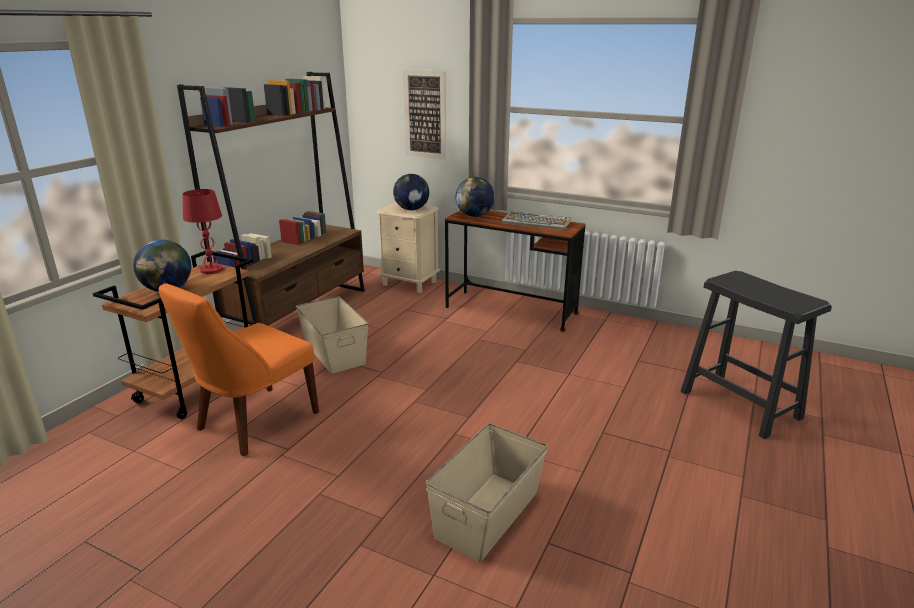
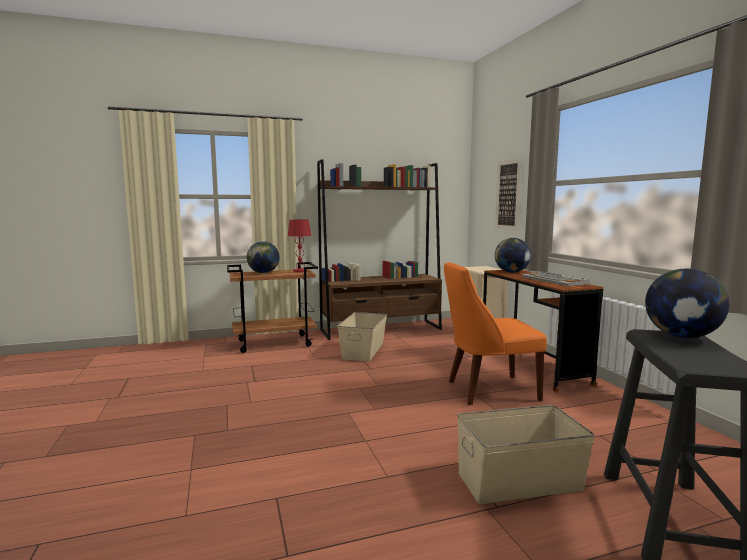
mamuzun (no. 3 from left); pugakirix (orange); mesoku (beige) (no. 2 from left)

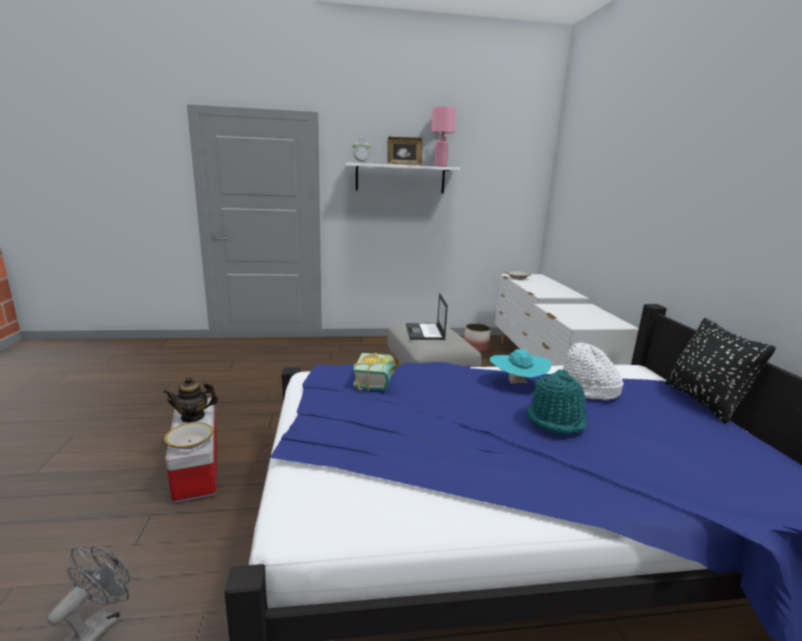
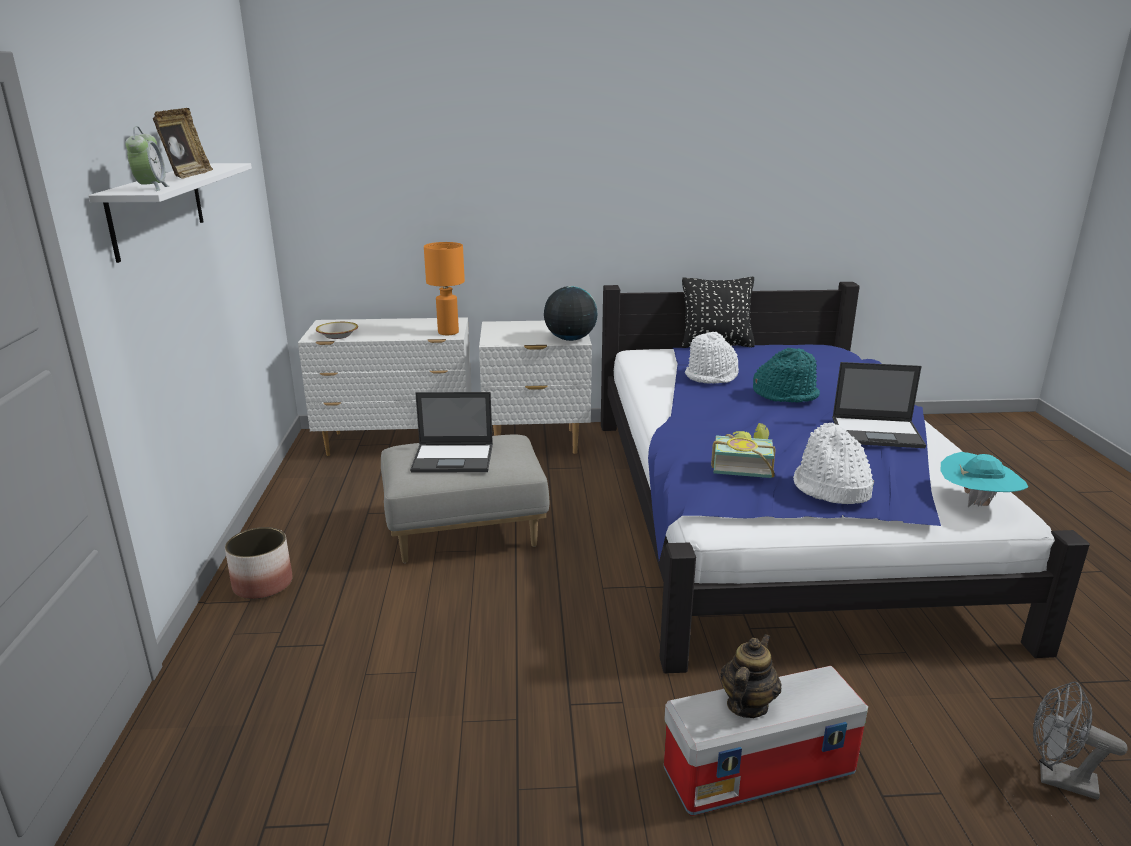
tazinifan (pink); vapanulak; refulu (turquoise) (no. 2 from left); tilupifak; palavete (no. 1 from left in the first image); tazinifan (orange); mamuzun; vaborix (no. 2 from left); refulu (white) (no. 2 from left)

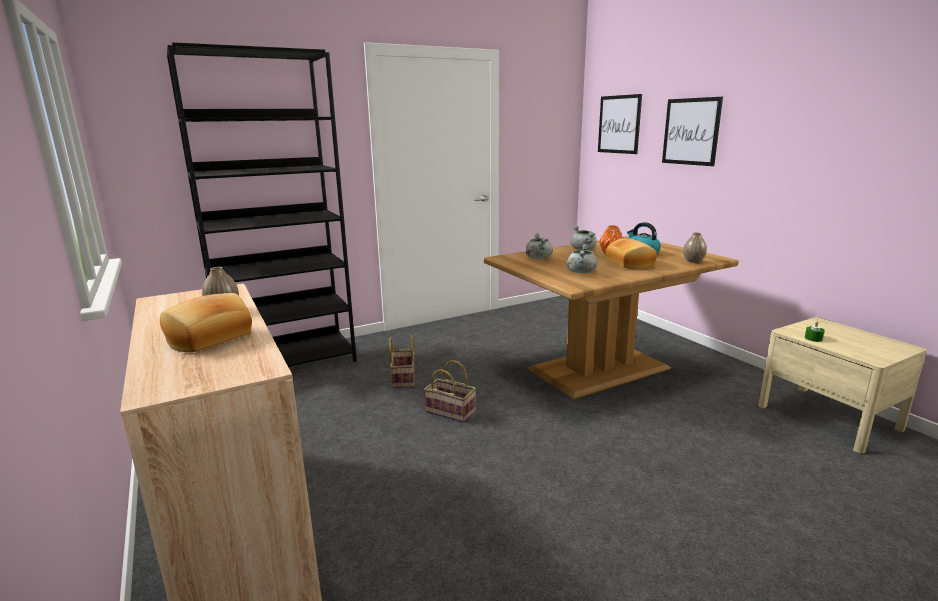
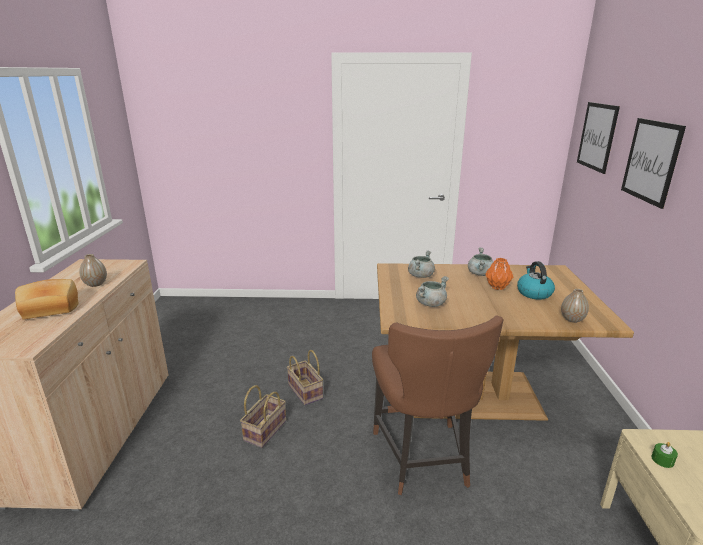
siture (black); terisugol (no. 2 from left in the first image); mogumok (no. 1 from left); pugakirix (brown)

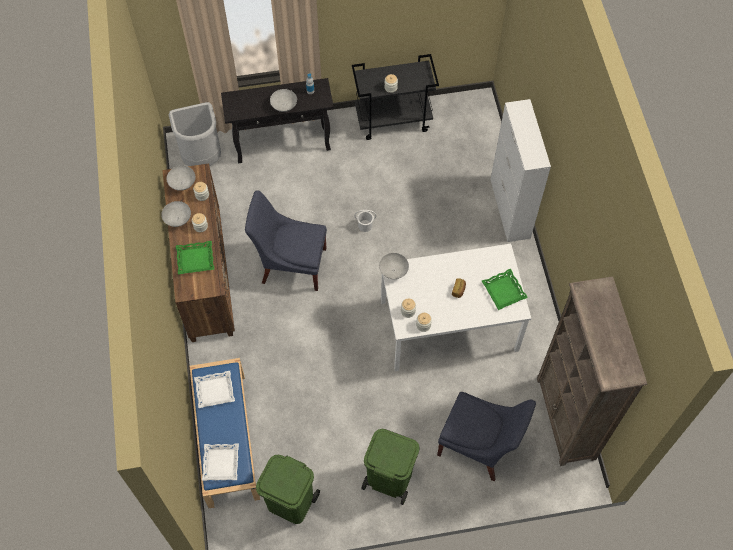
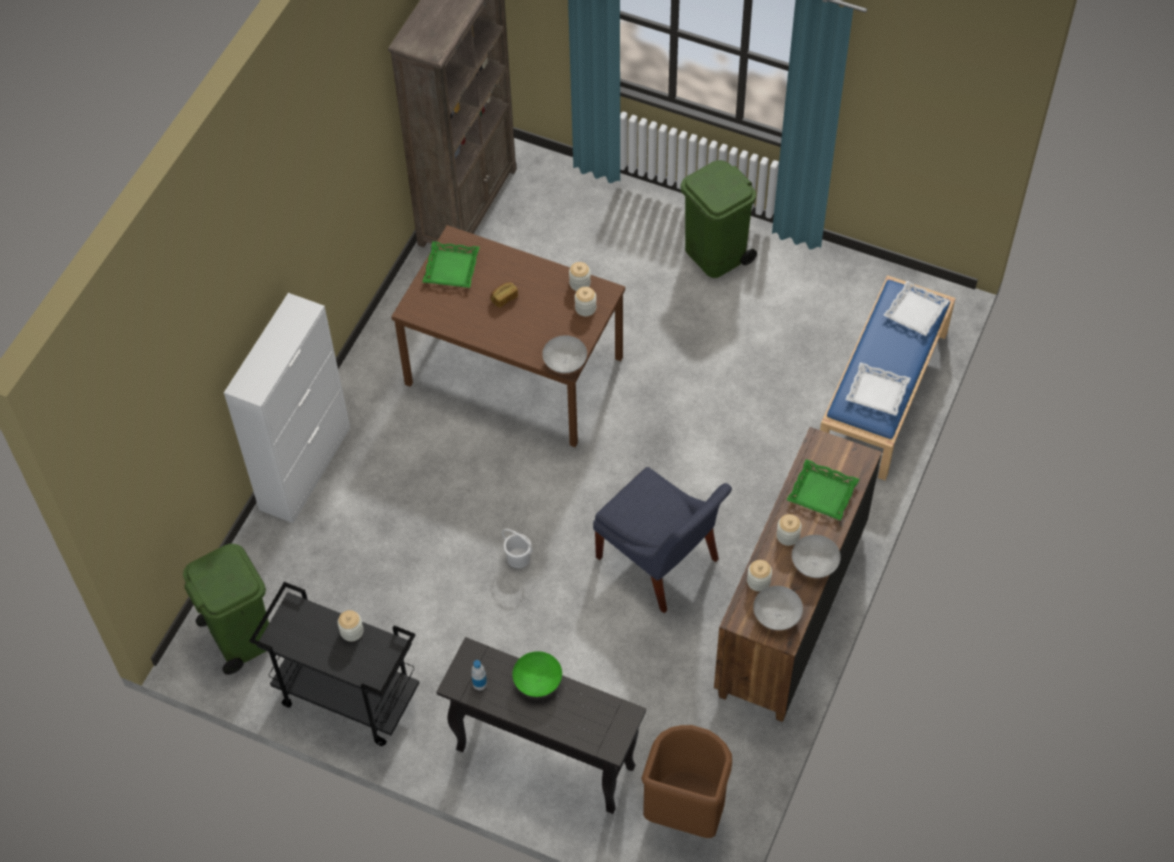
palavete (green); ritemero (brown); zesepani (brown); pugakirix (blue) (no. 2 from left in the first image); ritemero (green) (no. 1 from left)

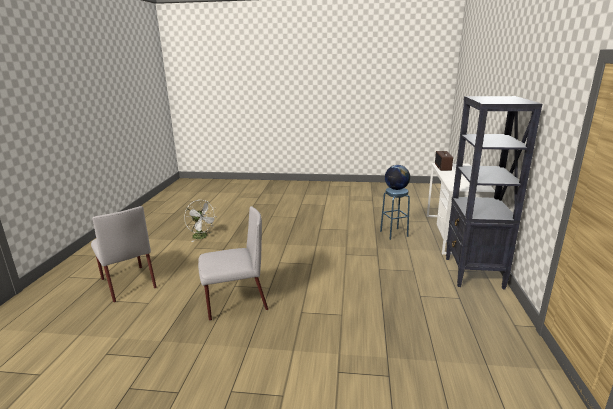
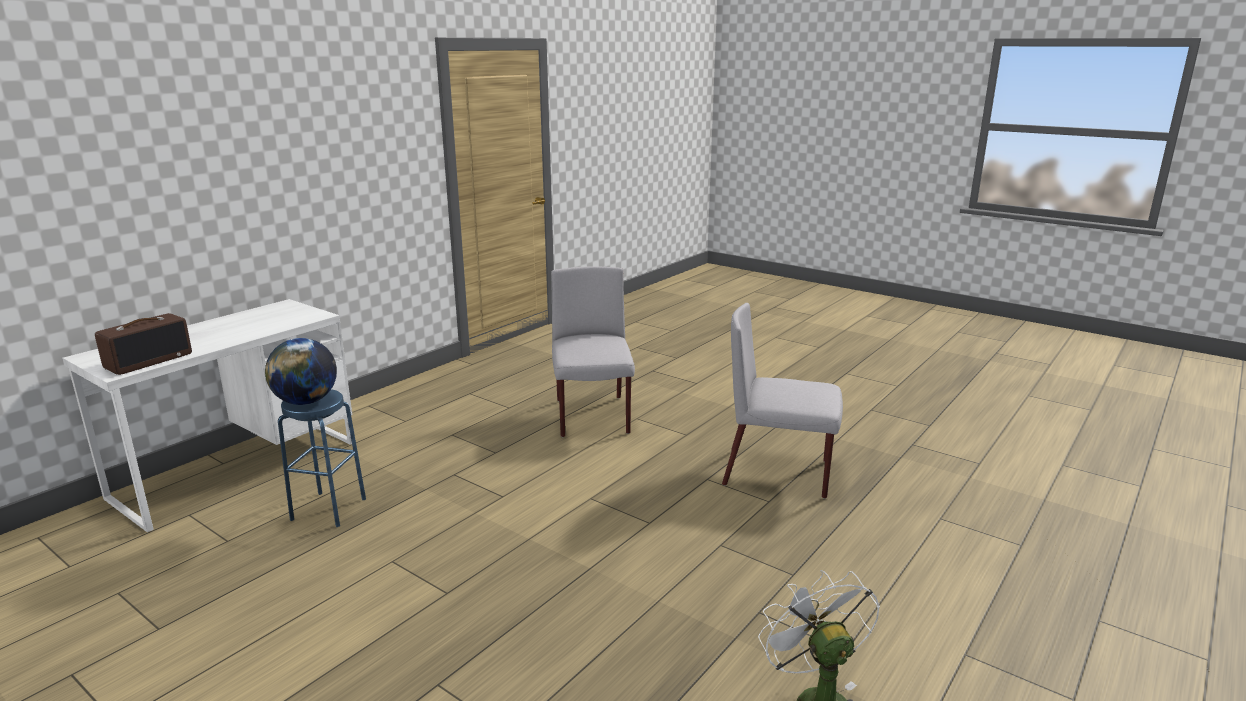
siture (black); pugakirix (grey) (no. 1 from left)

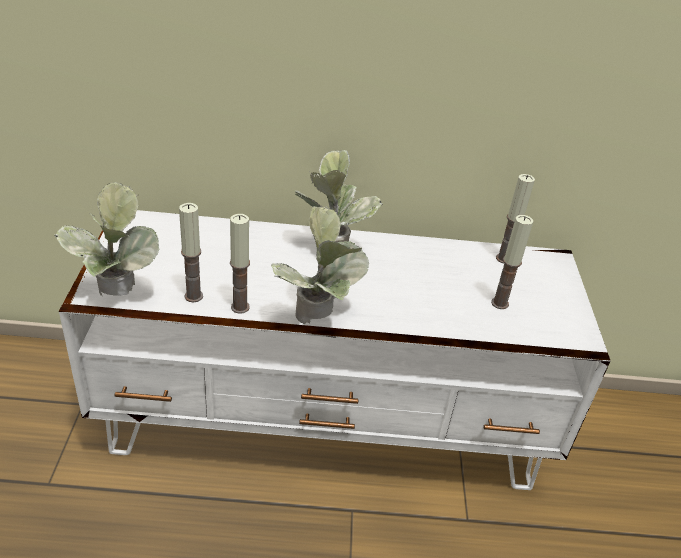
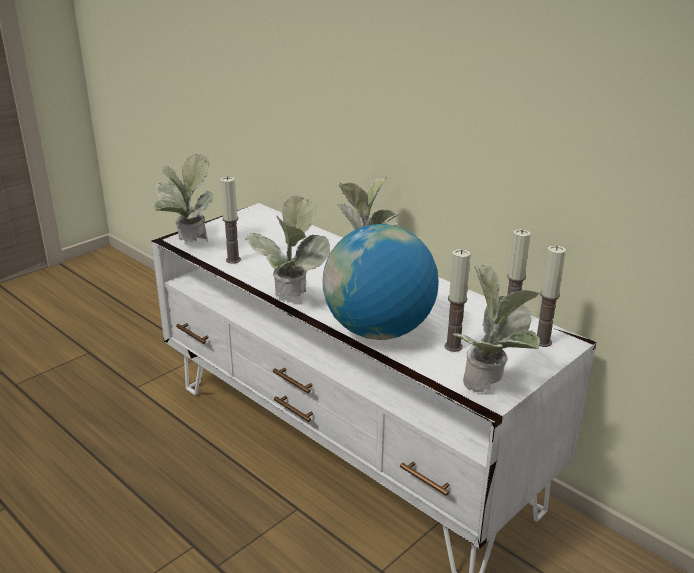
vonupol (no. 4 from left); mamuzun; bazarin (no. 4 from left)

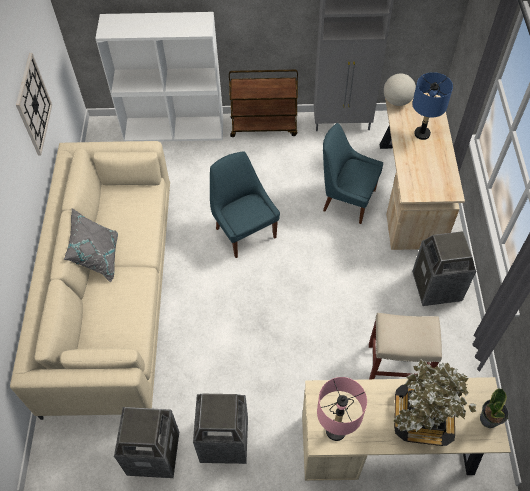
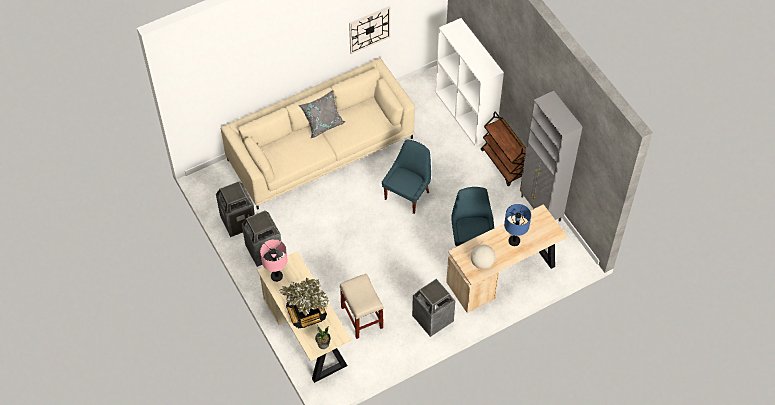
mamuzun

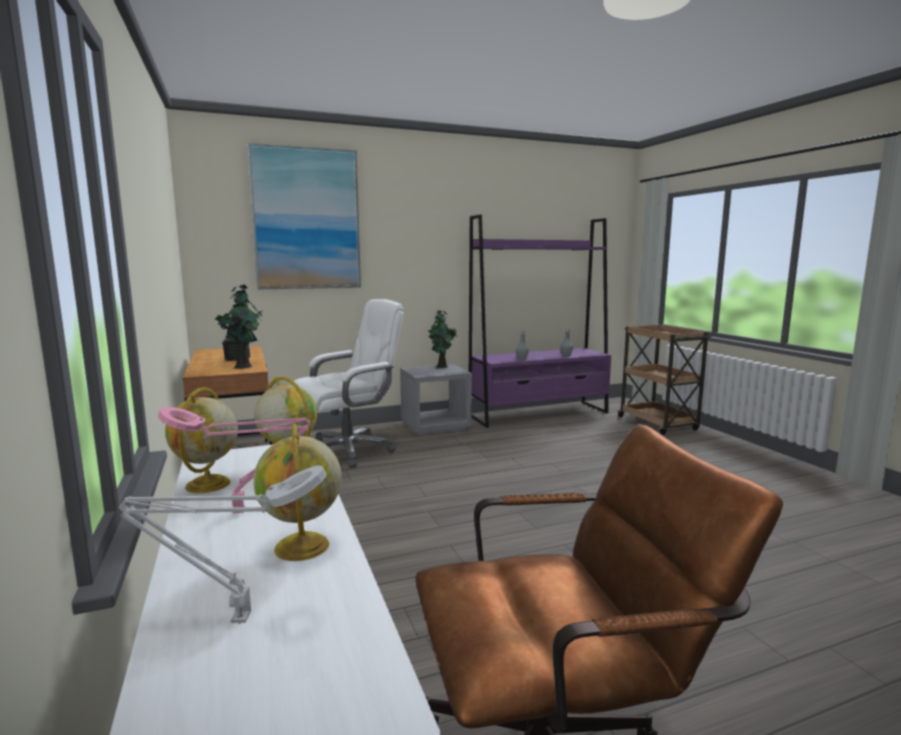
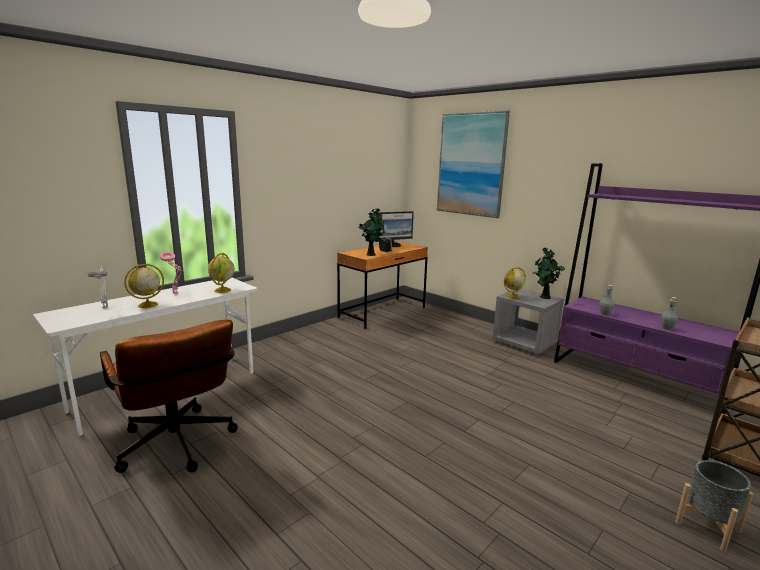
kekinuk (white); mamuzun (no. 3 from left); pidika; vapanulak (grey)

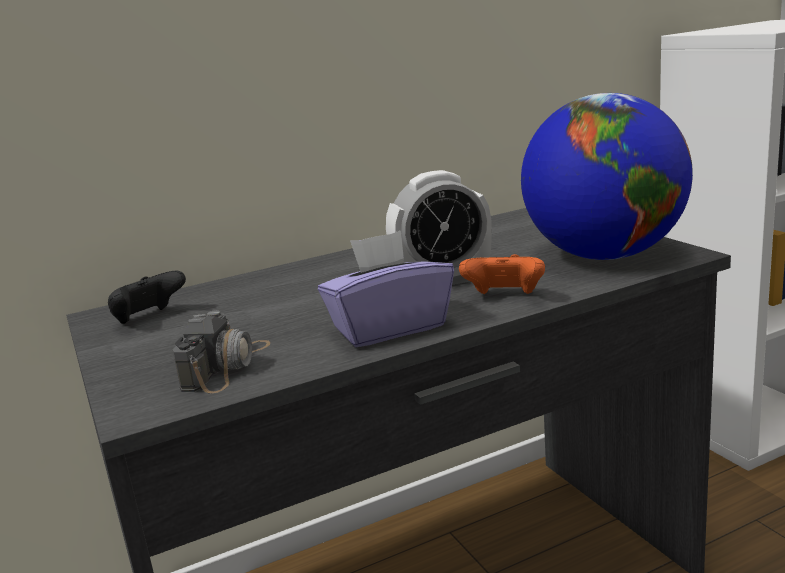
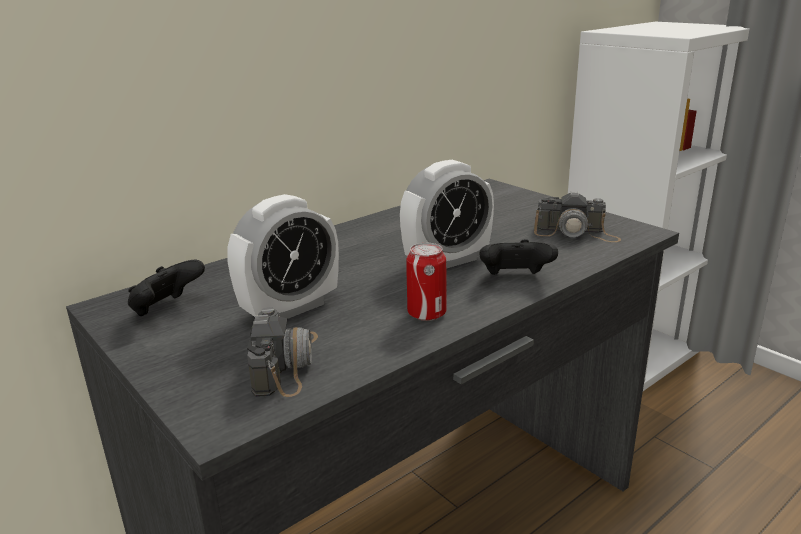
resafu (no. 2 from left); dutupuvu; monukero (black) (no. 2 from left); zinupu (no. 1 from left)

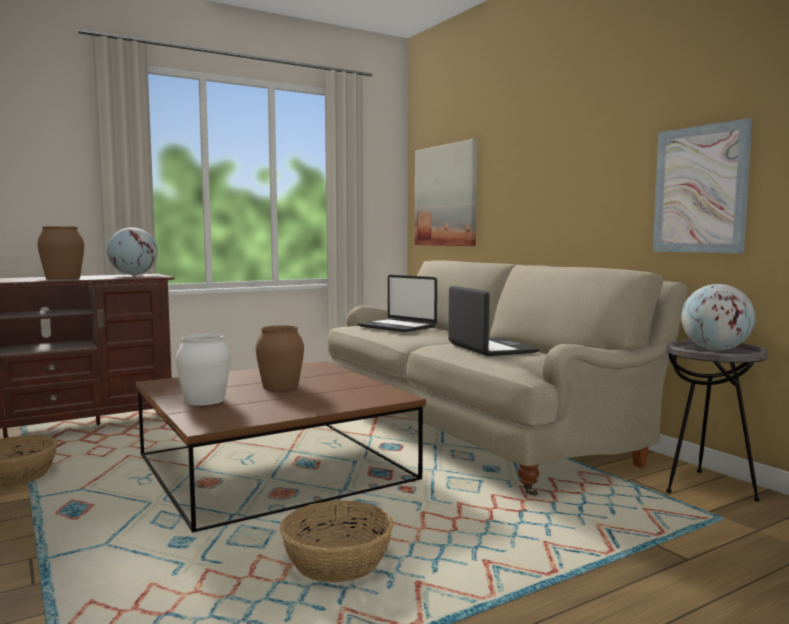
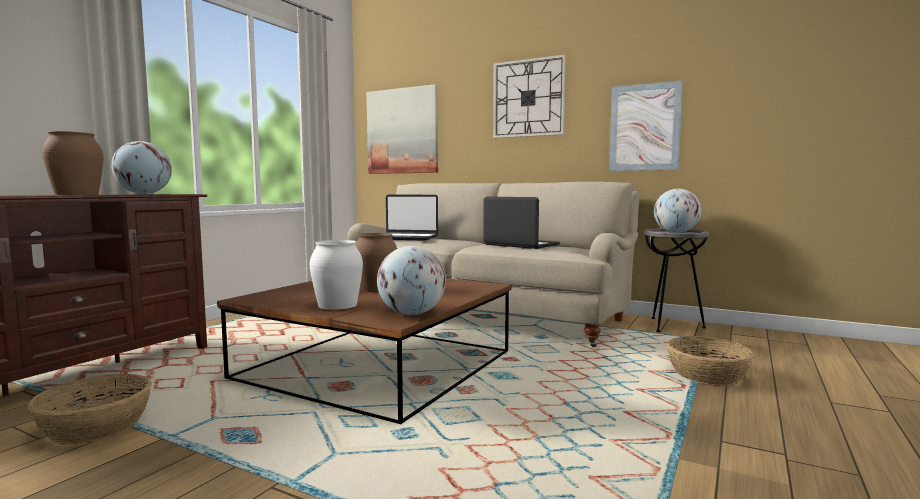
mogumok (no. 2 from left); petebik; mamuzun (no. 2 from left)

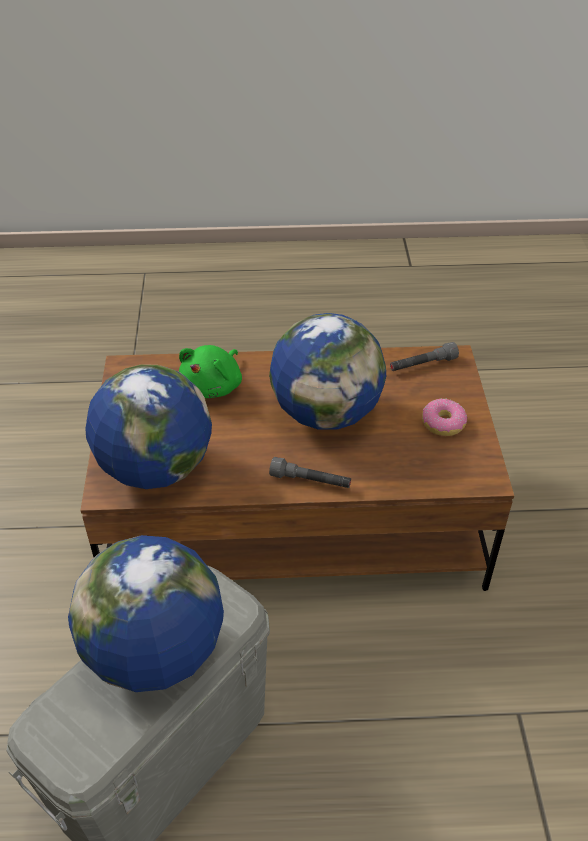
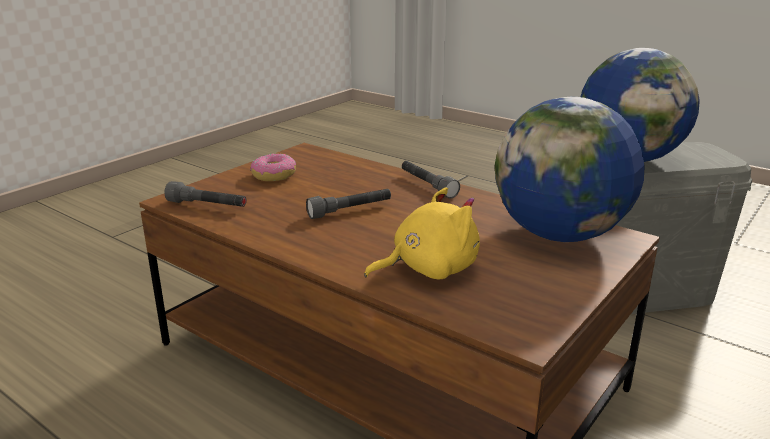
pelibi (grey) (no. 2 from left); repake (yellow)

